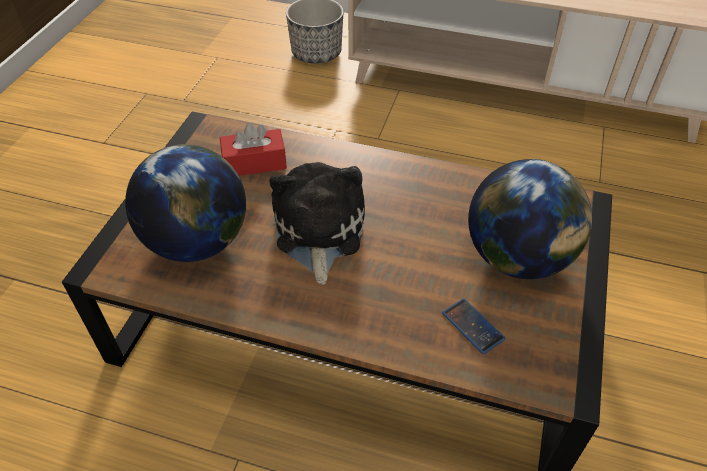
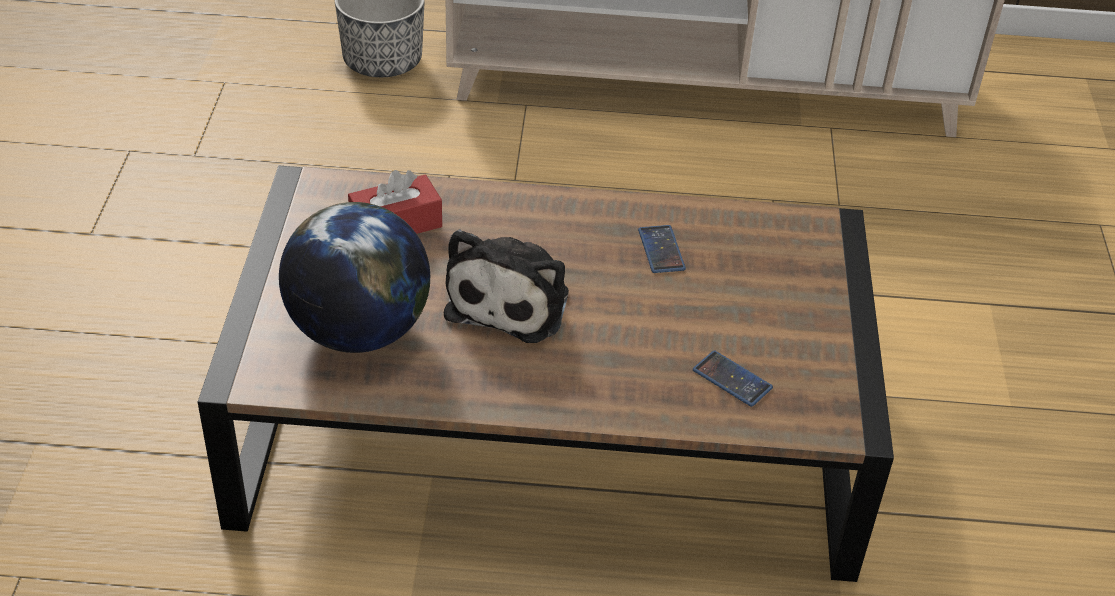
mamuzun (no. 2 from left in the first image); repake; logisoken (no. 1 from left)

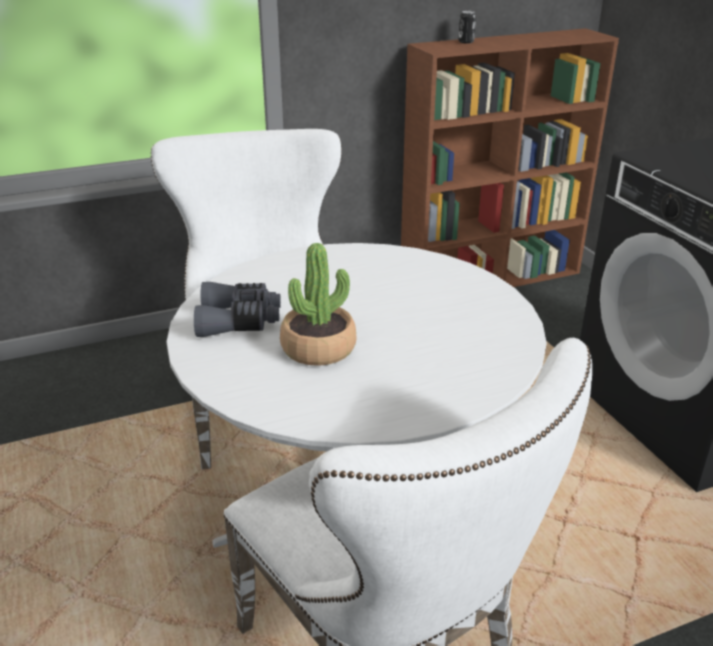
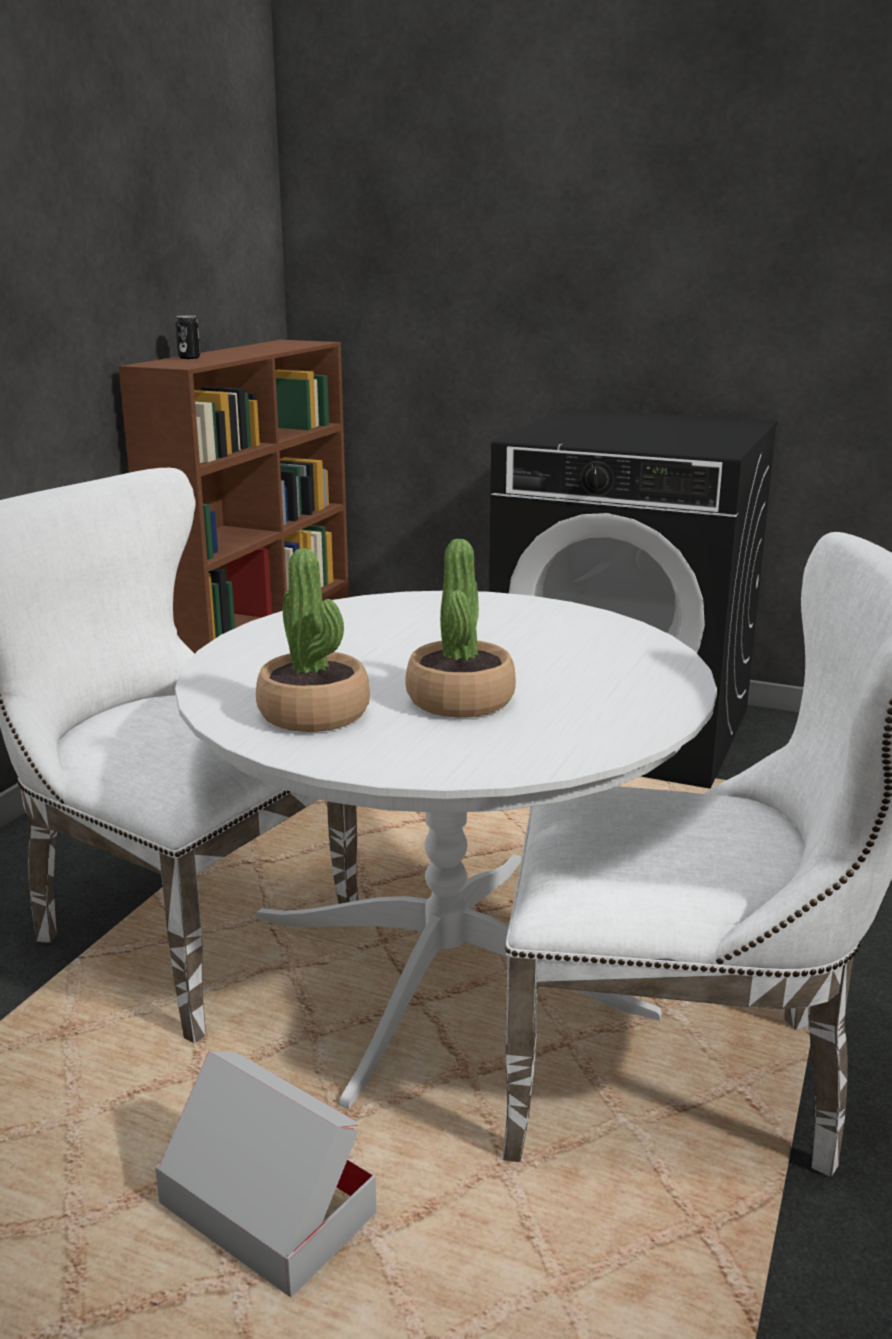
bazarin (no. 1 from left); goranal

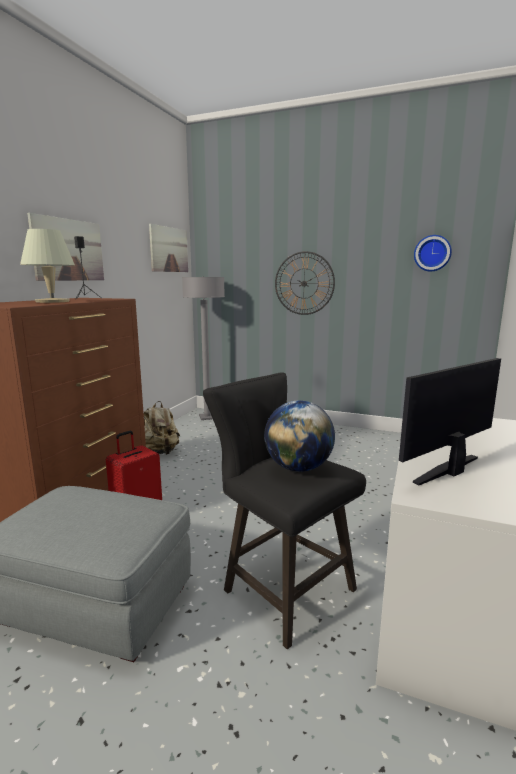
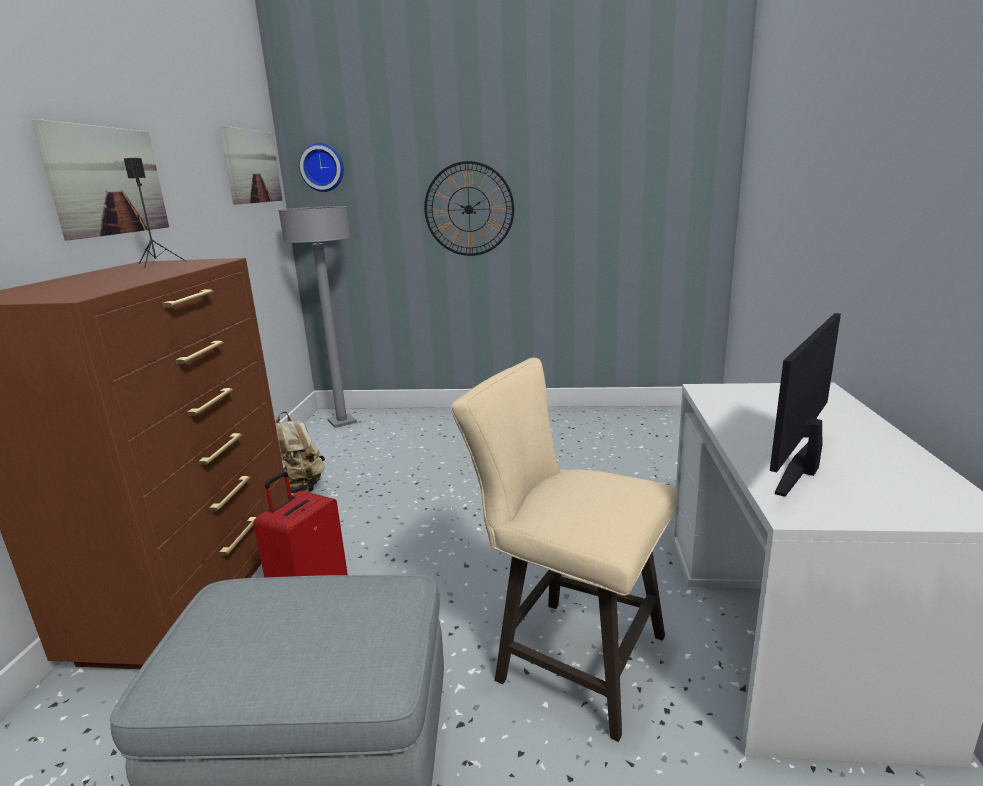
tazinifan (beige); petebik (no. 1 from left); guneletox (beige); mamuzun

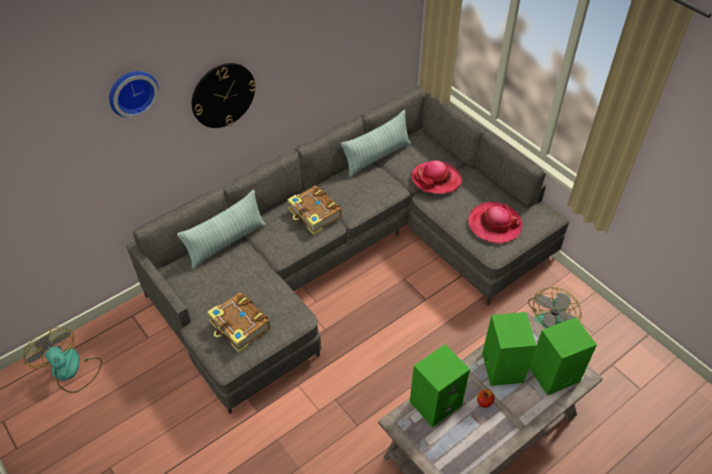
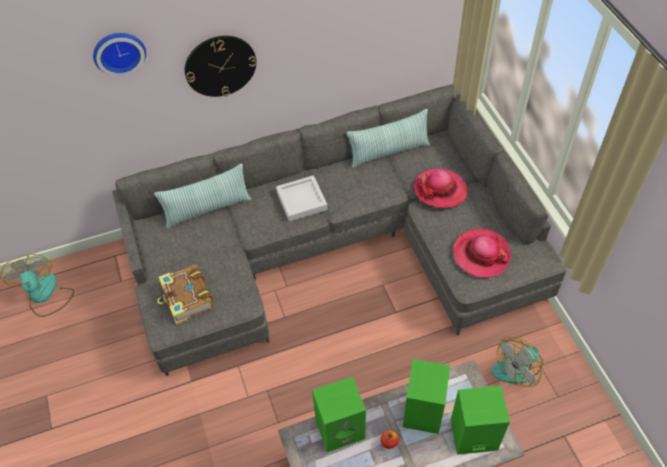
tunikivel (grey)

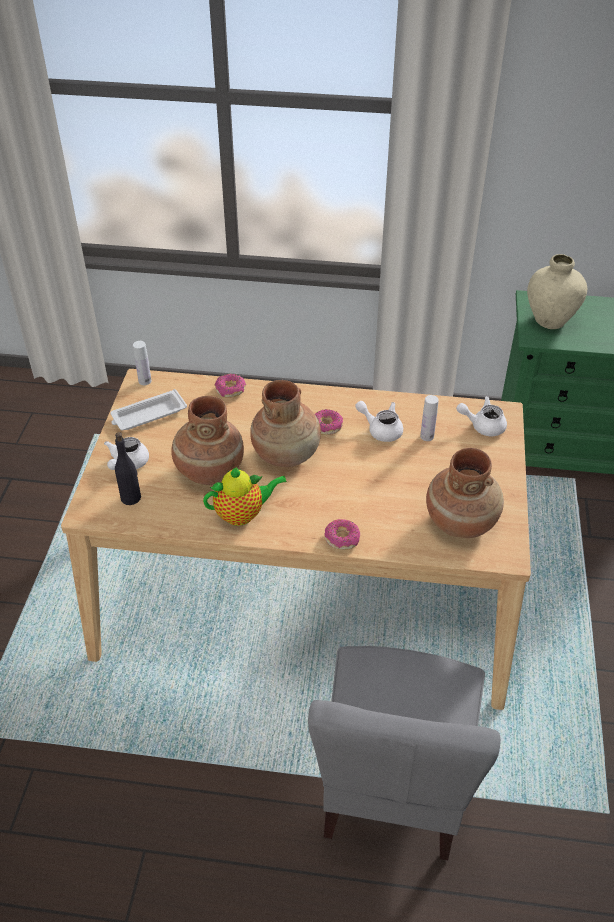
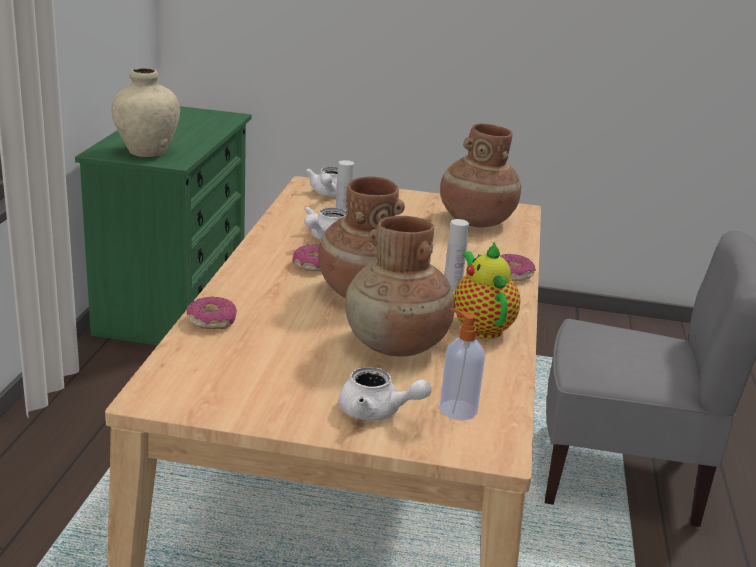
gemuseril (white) (no. 2 from left); tunikivel (white); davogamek

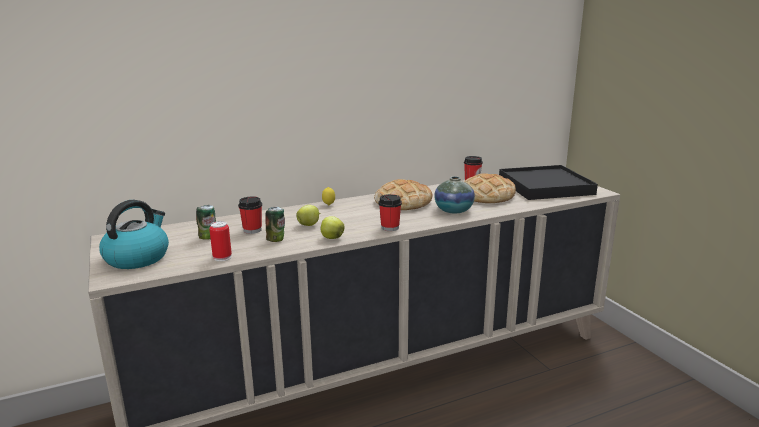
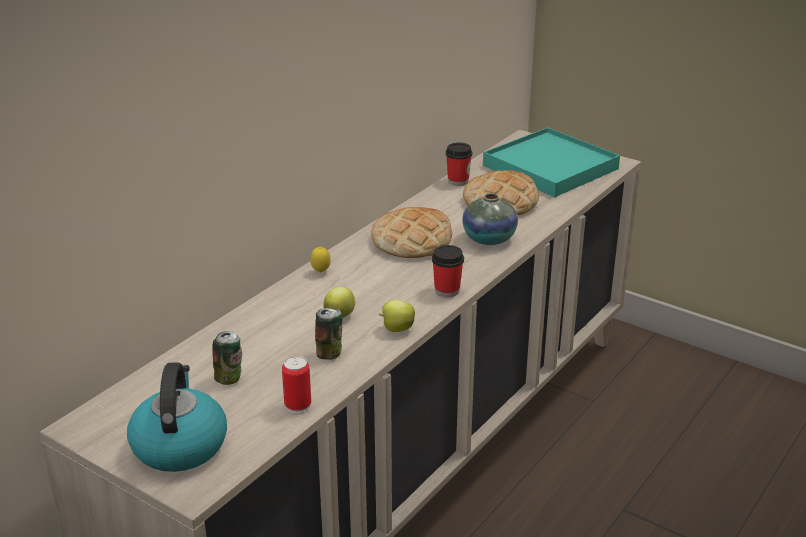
tunikivel (turquoise); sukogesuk (no. 1 from left in the first image)

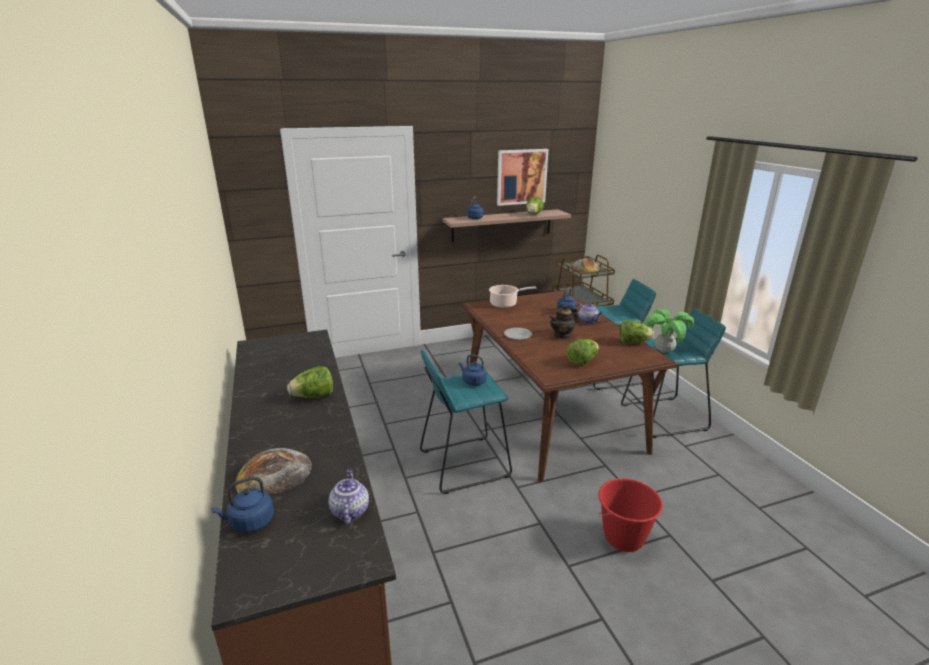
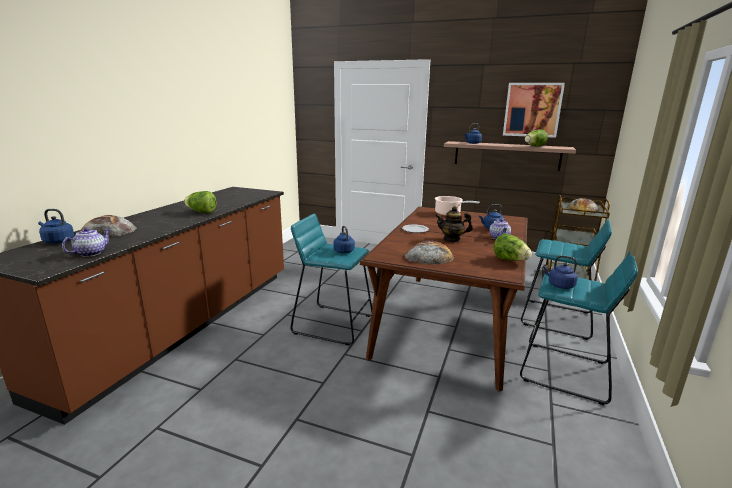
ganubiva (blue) (no. 5 from left); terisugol (no. 2 from left); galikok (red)

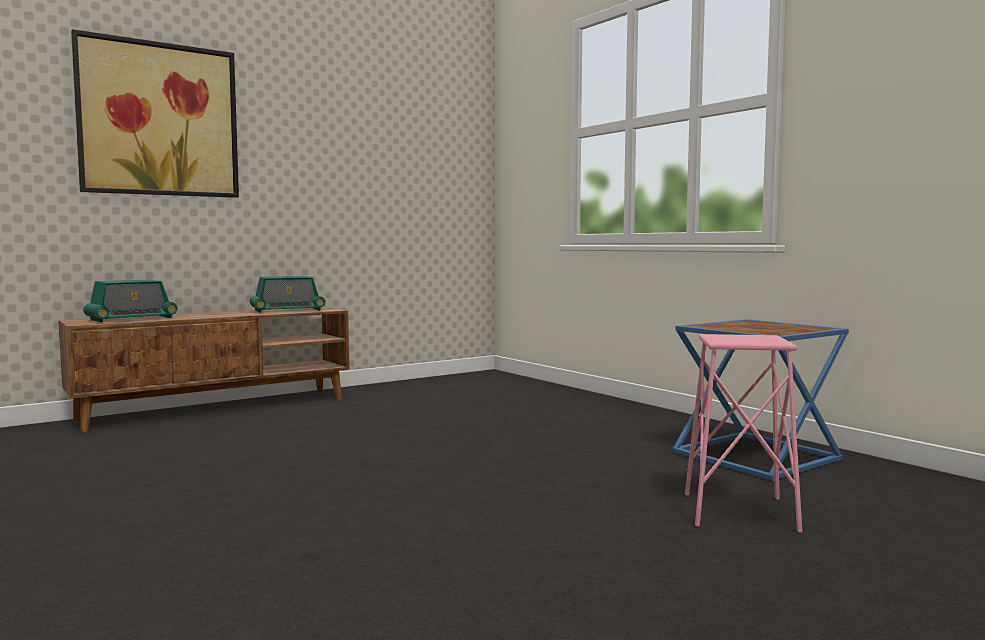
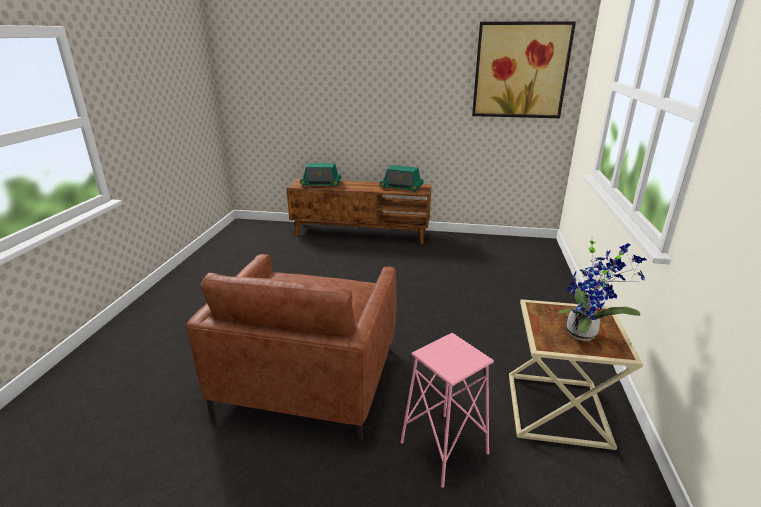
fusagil; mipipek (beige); bazarin; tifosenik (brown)

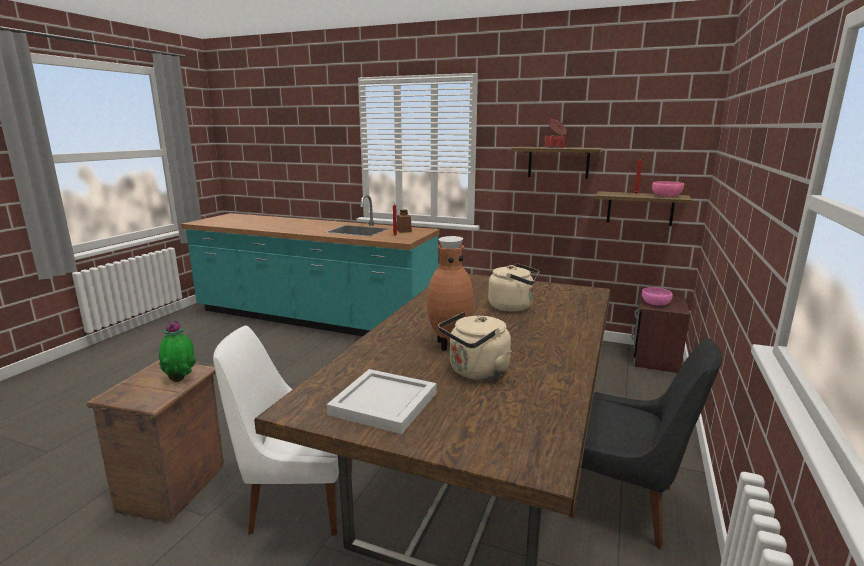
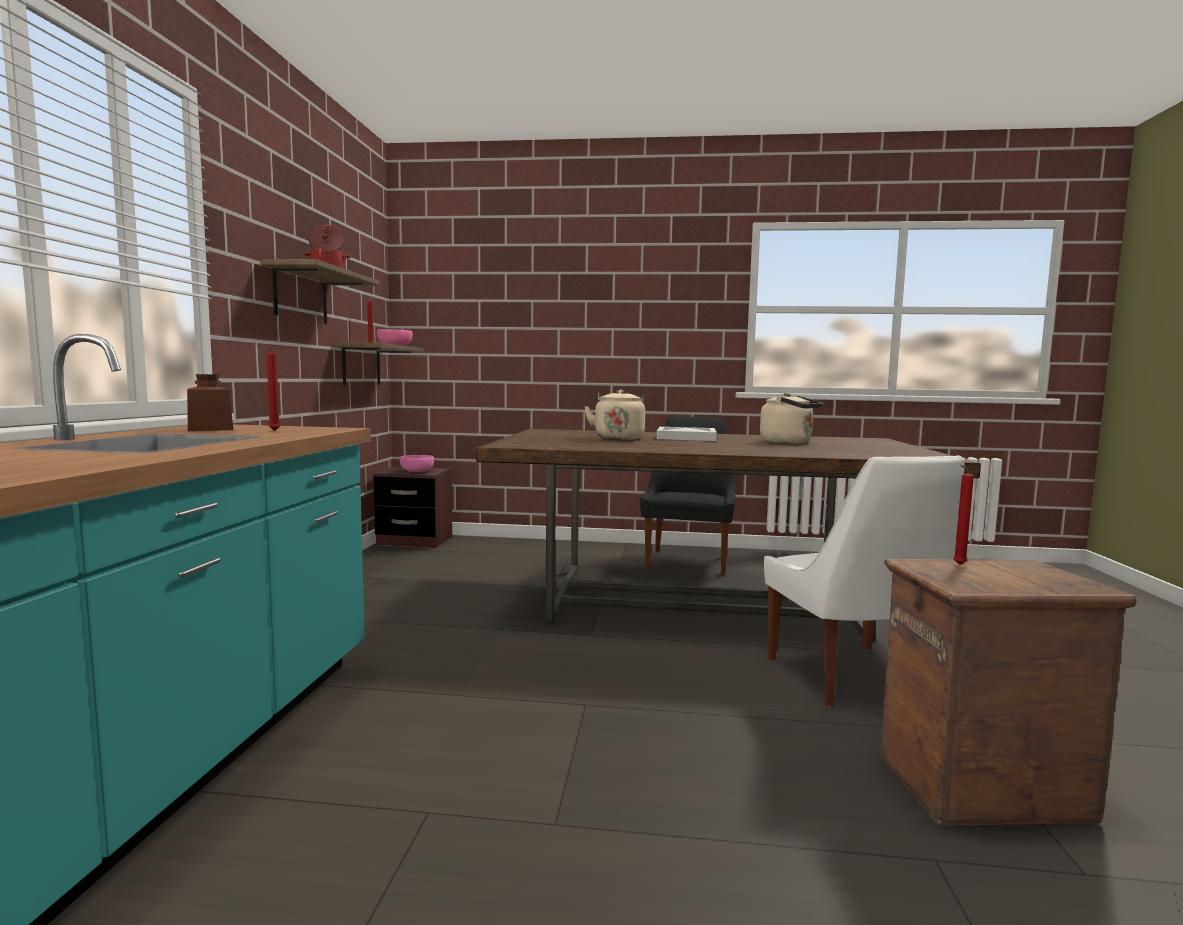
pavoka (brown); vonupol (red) (no. 3 from left); tunikivel (white)

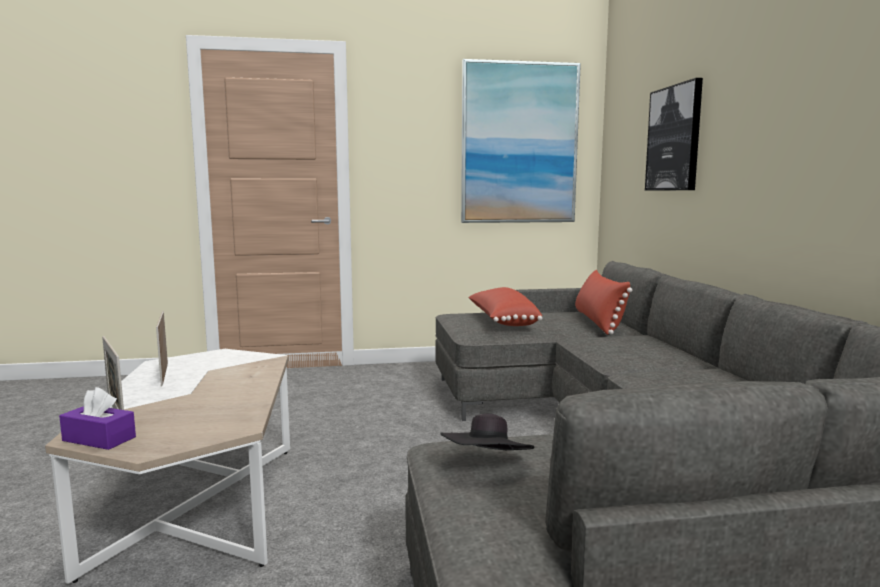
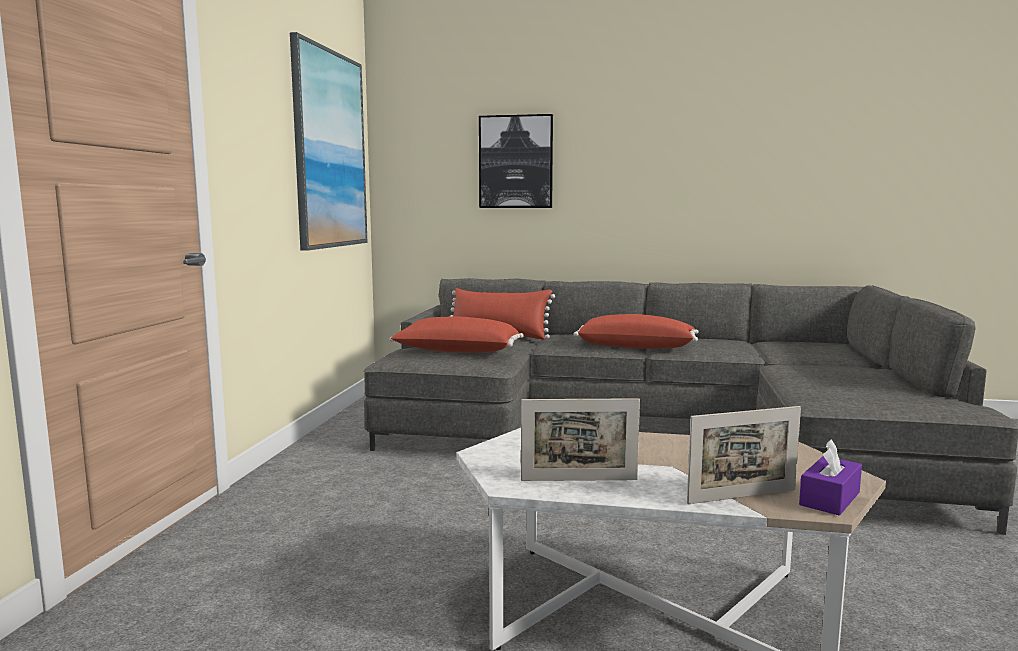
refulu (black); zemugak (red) (no. 3 from left)

